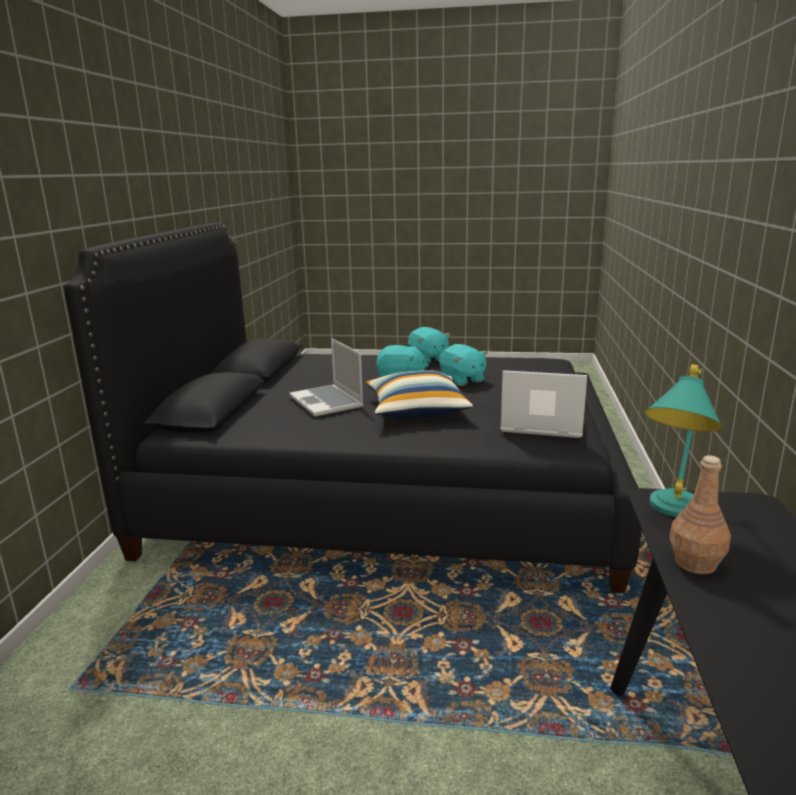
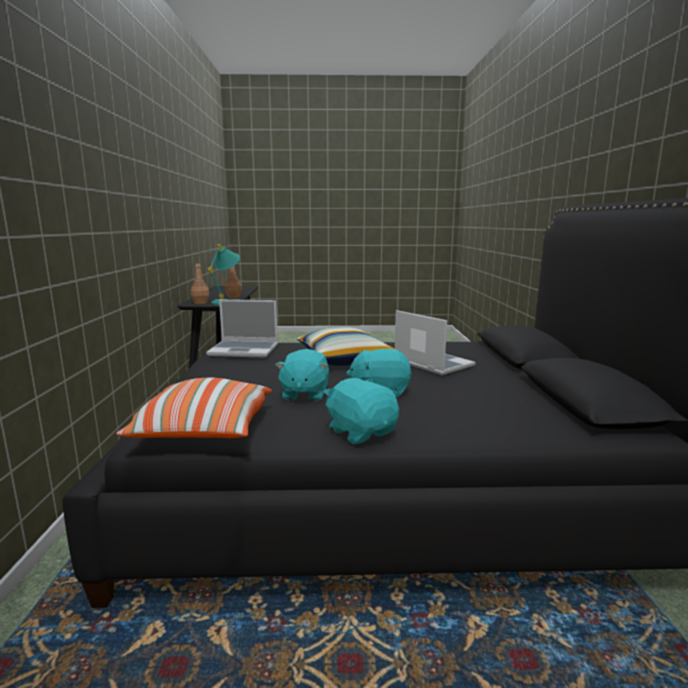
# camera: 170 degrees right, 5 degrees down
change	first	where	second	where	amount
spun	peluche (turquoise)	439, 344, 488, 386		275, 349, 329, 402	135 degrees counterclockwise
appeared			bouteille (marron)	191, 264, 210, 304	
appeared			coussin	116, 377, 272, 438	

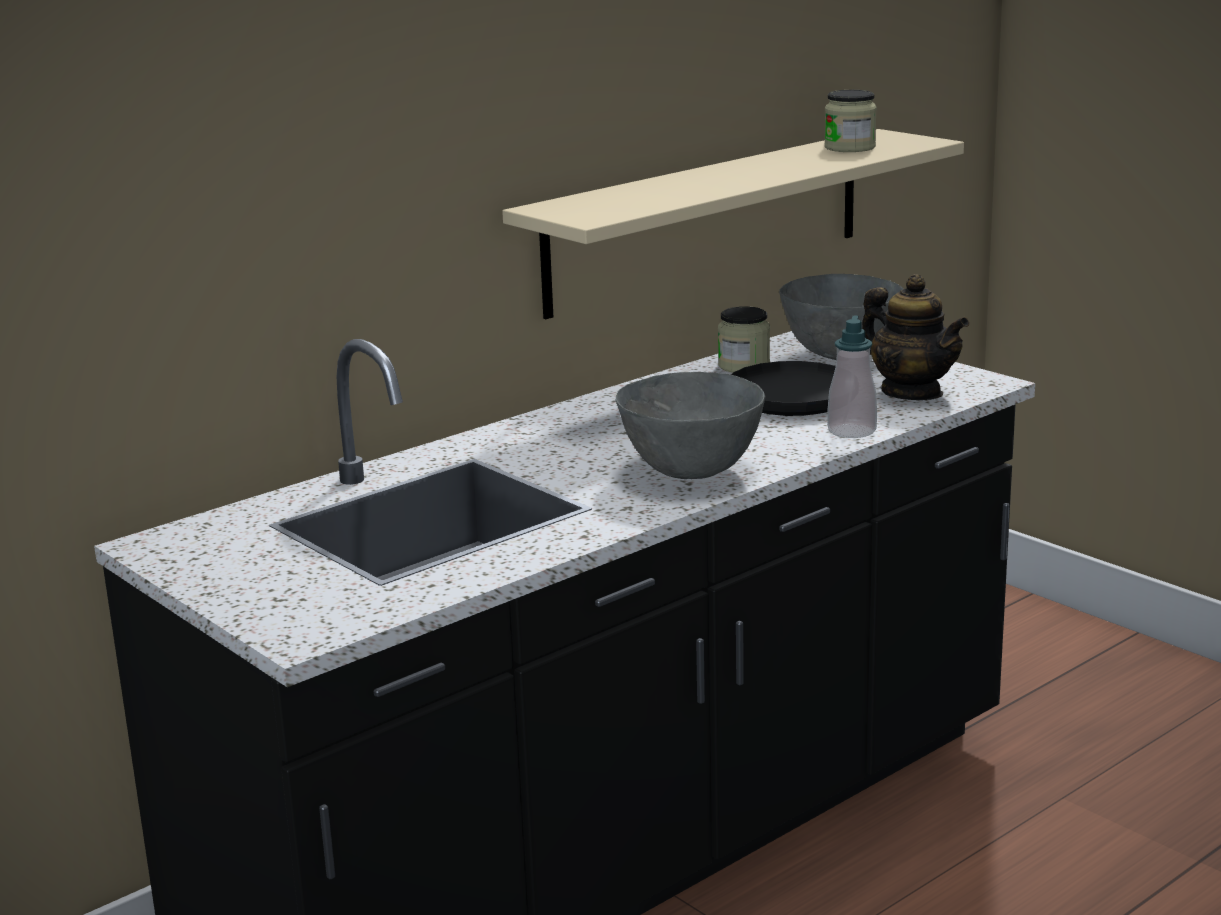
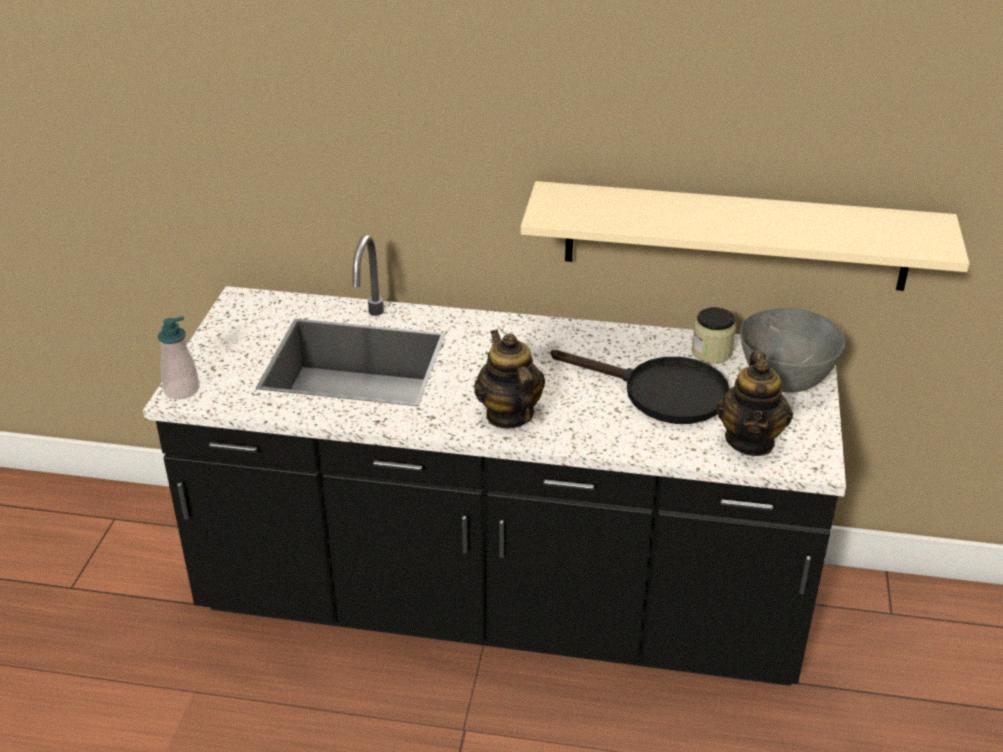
# camera: 50 degrees right, 15 degrees up
change	first	where	second	where	amount
missing	bocal	825, 90, 877, 152			
relocated	distributeur de savon	827, 316, 877, 438		158, 316, 200, 399	
exchanged	bol (gris)	616, 372, 766, 479	théière	474, 330, 545, 429	

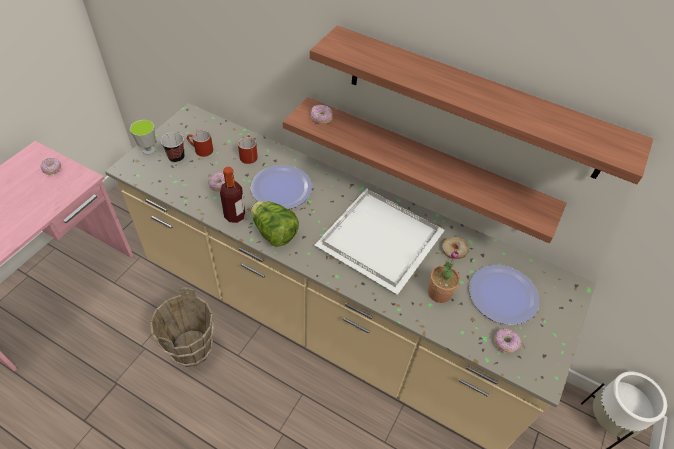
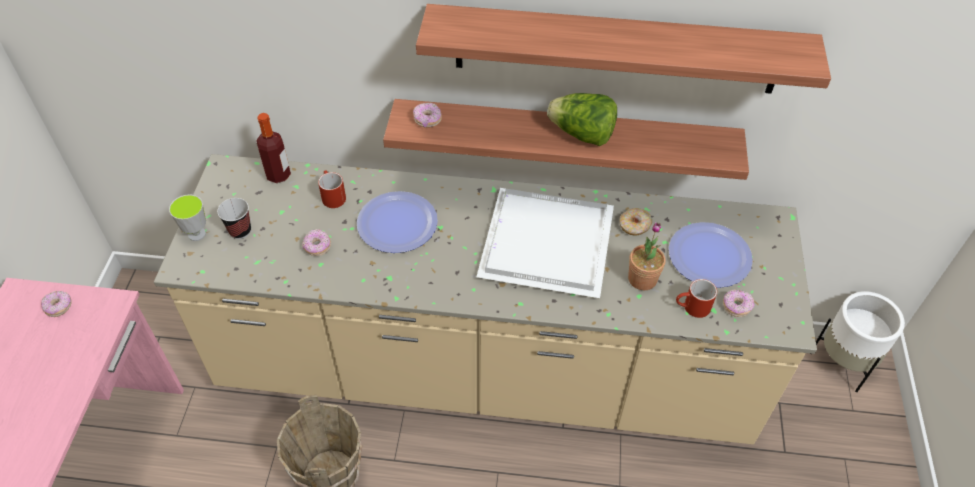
# camera: 20 degrees left, 0 degrees up
change	first	where	second	where	amount
relocated	mug (rouge)	187, 130, 213, 157		676, 279, 717, 318	
relocated	bouteille	220, 167, 245, 223		256, 113, 291, 183	
relocated	laitue	251, 201, 299, 247		547, 93, 617, 146	

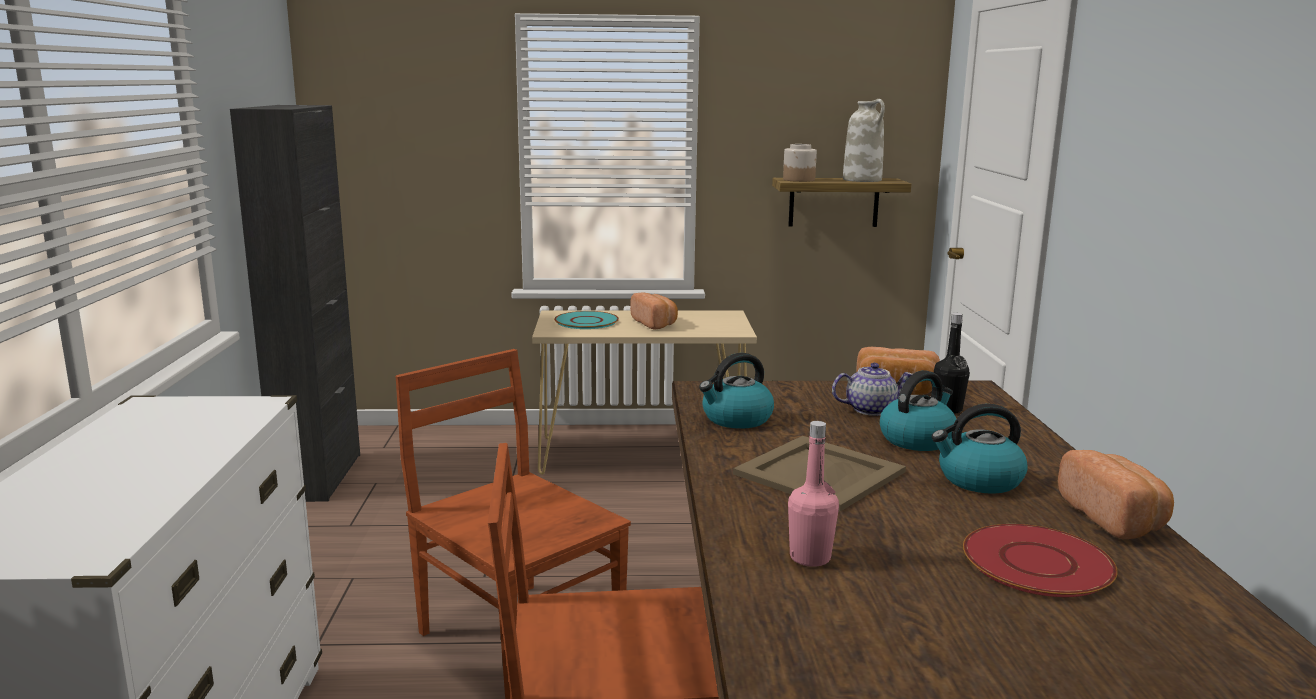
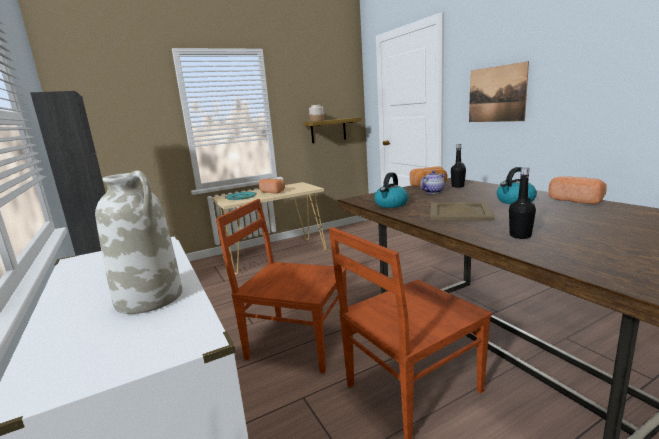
# camera: 25 degrees left, 0 degrees up
change	first	where	second	where	amount
relocated	vase (blanc)	843, 99, 885, 182		95, 170, 182, 314	
missing	bouilloire	880, 370, 956, 451			
colour	bouteille (rose)	788, 421, 839, 567	bouteille (noir)	509, 167, 536, 239	
missing	assiette (rouge)	963, 524, 1118, 597			
appeared			tableau	469, 61, 529, 122	

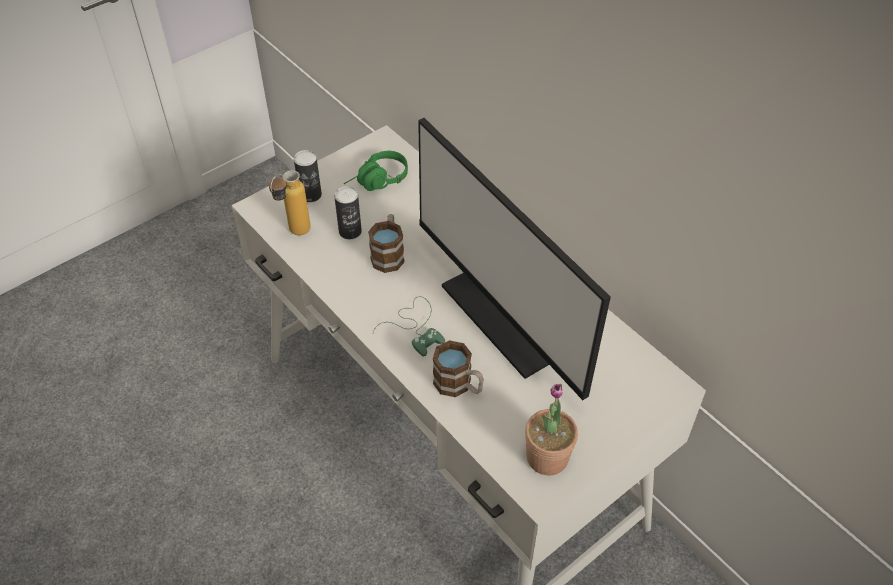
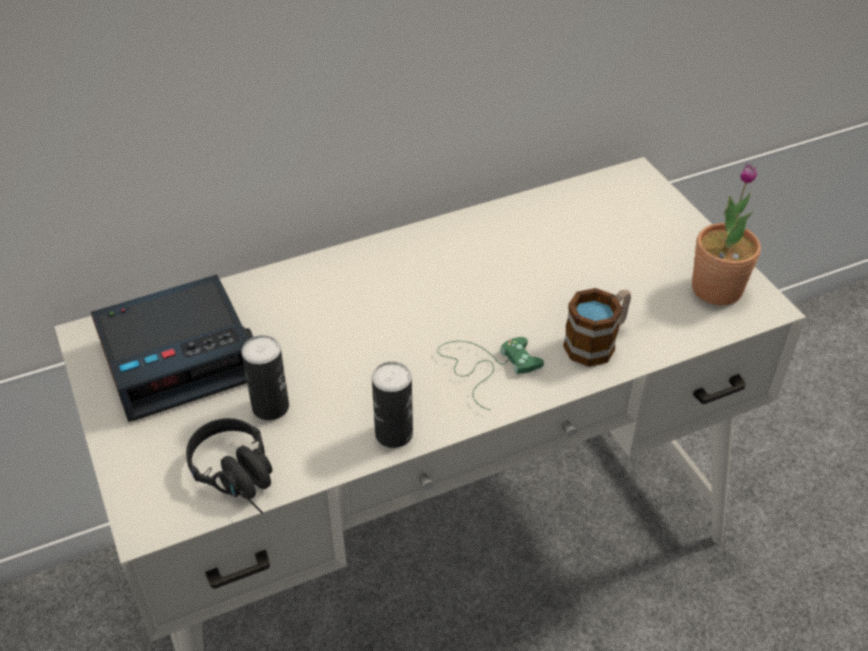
# camera: 75 degrees left, 5 degrees down
change	first	where	second	where	amount
missing	écran d'ordinateur	418, 118, 611, 400			
relocated	boîte métallique	294, 150, 322, 202		372, 362, 413, 448	
exchanged	casque audio (vert)	344, 151, 408, 191	réveil	91, 274, 253, 422	
exchanged	bouteille	269, 170, 311, 235	casque audio (noir)	186, 418, 272, 514	
missing	mug	368, 214, 405, 273			

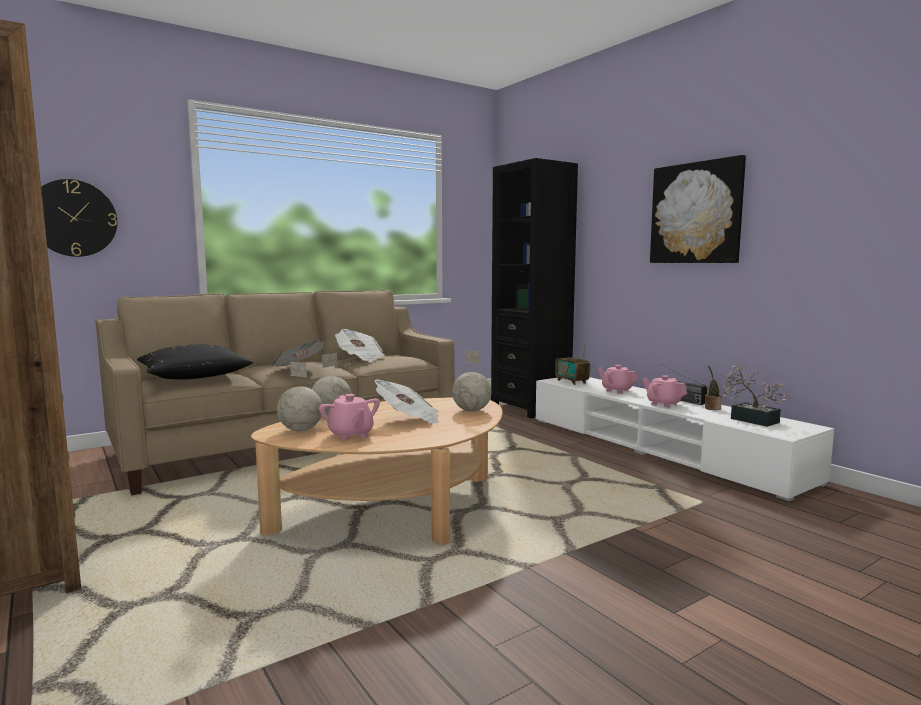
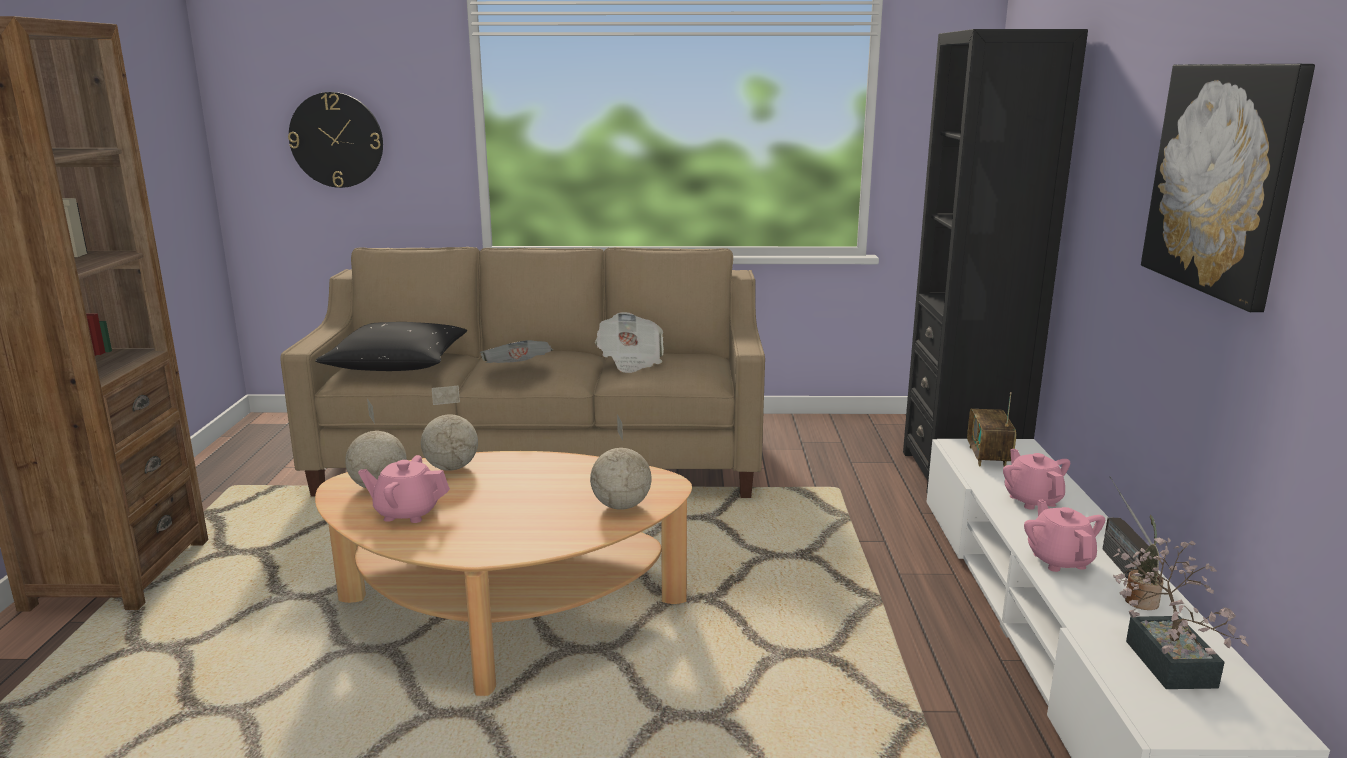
# camera: 35 degrees right, 10 degrees up
change	first	where	second	where	amount
missing	journal	375, 380, 439, 424			
spun	théière (rose)	319, 394, 380, 440		358, 455, 450, 523	90 degrees clockwise

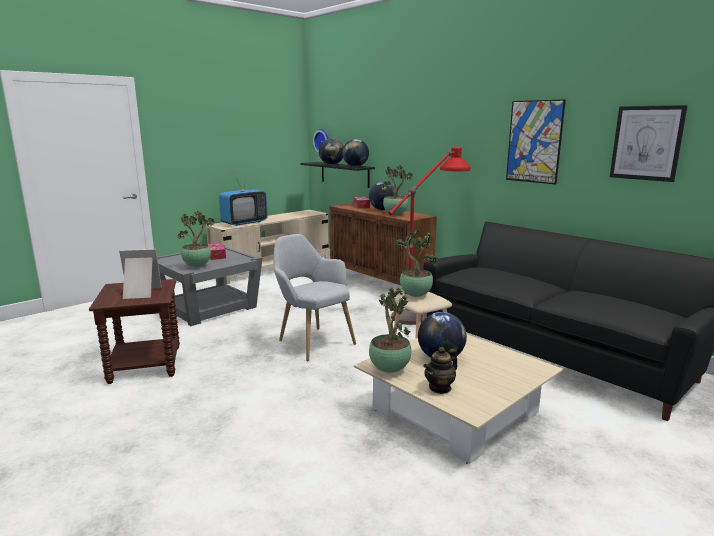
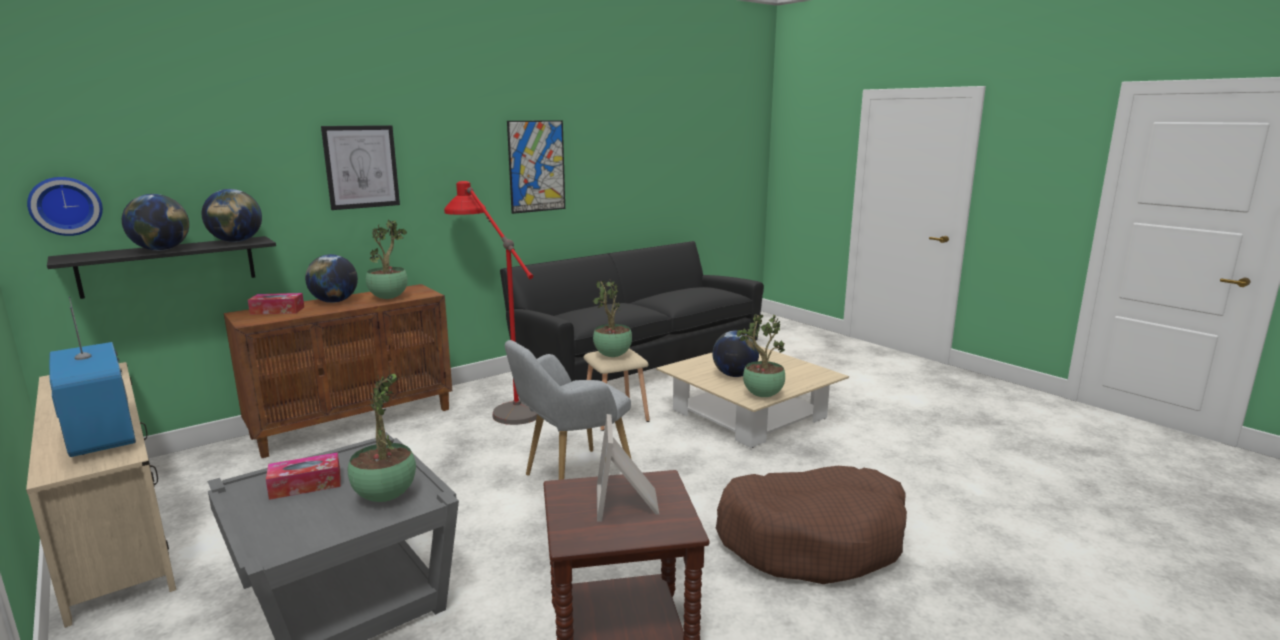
# camera: 85 degrees left, 0 degrees up
change	first	where	second	where	amount
relocated	tableau	610, 105, 688, 182		321, 125, 400, 210	
missing	théière	424, 347, 457, 394			
appeared			panier pour chien (marron)	716, 466, 907, 584	

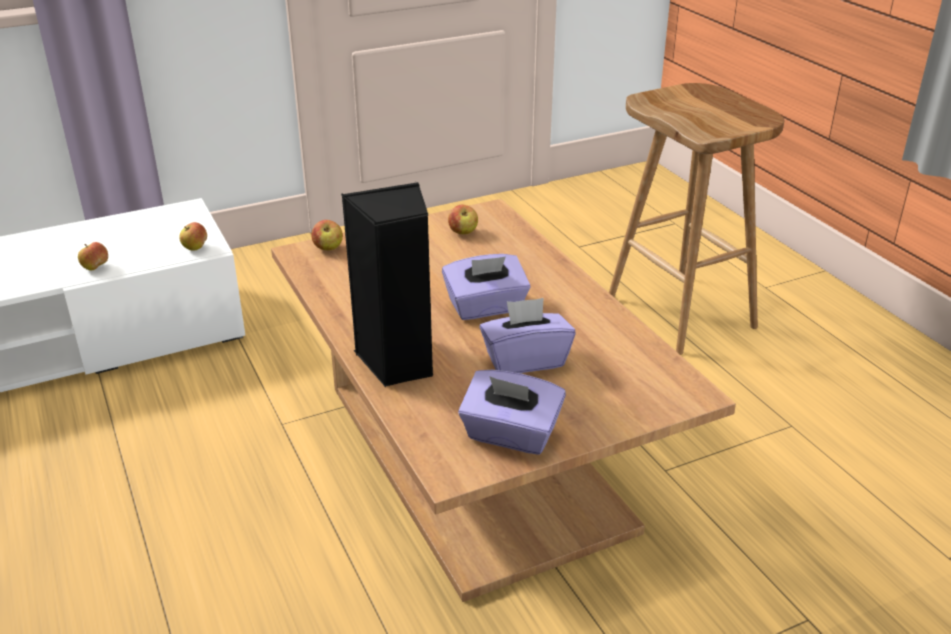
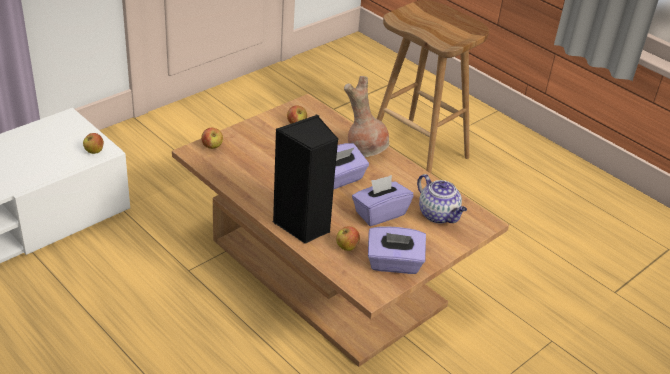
# camera: 20 degrees left, 5 degrees up
change	first	where	second	where	amount
relocated	pomme	78, 242, 108, 271		336, 226, 360, 251	
appeared			vase (marron)	344, 76, 390, 157	
appeared			théière	417, 174, 467, 223	

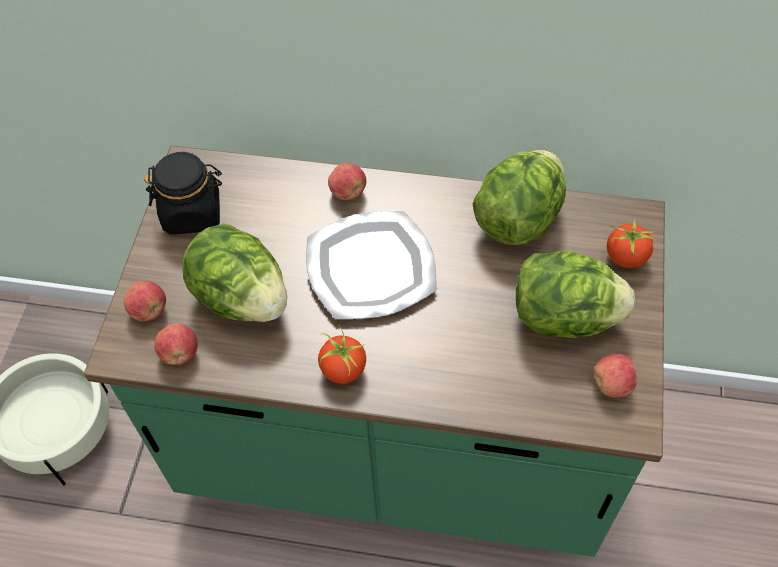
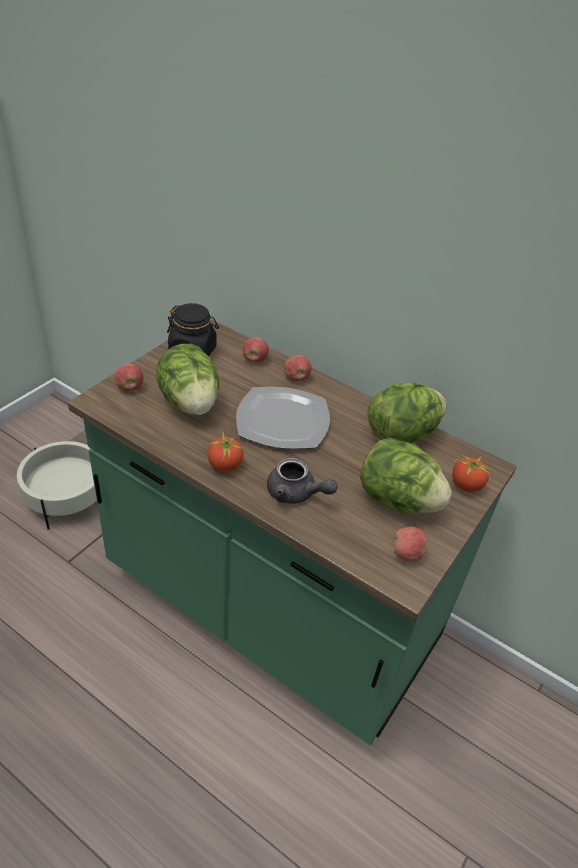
# camera: 20 degrees right, 15 degrees down
change	first	where	second	where	amount
relocated	pomme	154, 323, 198, 365		242, 337, 269, 363	
appeared			théière (gris)	267, 458, 338, 504	

